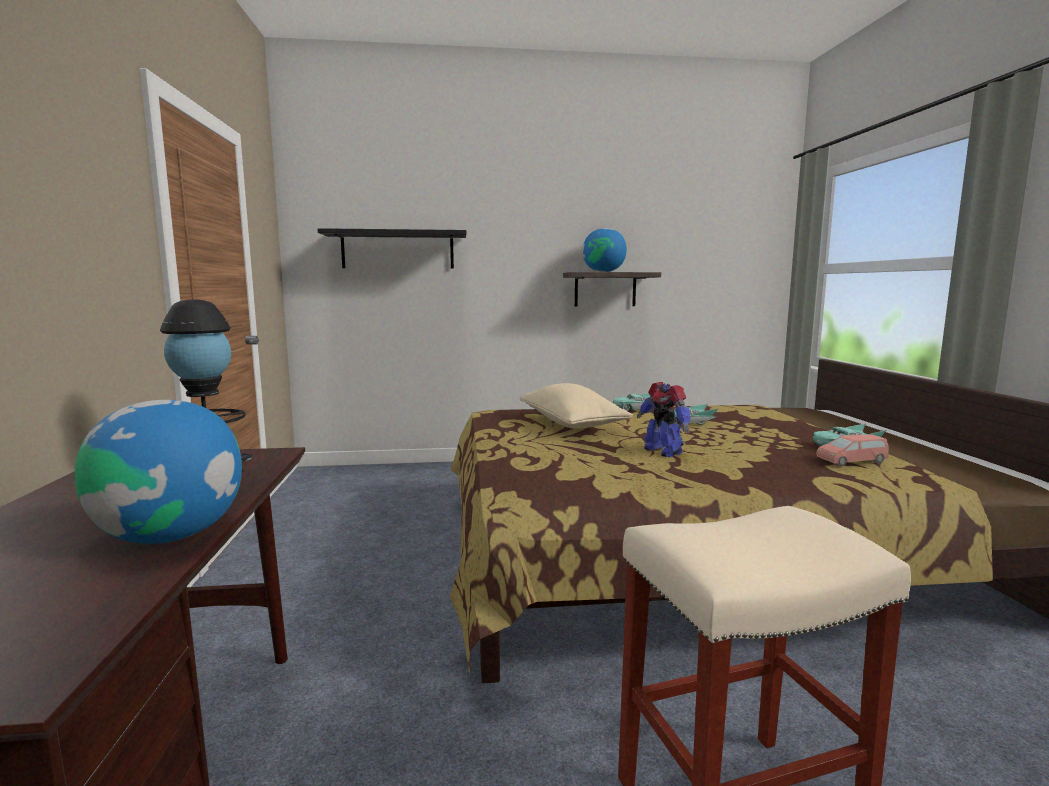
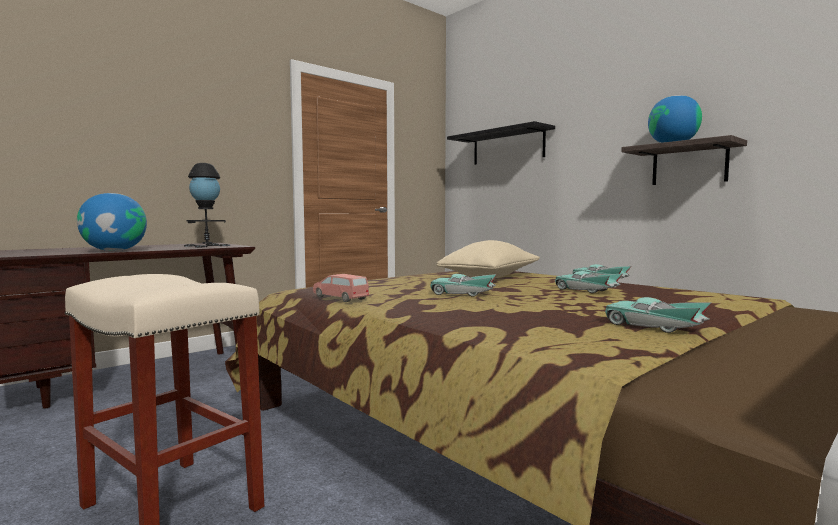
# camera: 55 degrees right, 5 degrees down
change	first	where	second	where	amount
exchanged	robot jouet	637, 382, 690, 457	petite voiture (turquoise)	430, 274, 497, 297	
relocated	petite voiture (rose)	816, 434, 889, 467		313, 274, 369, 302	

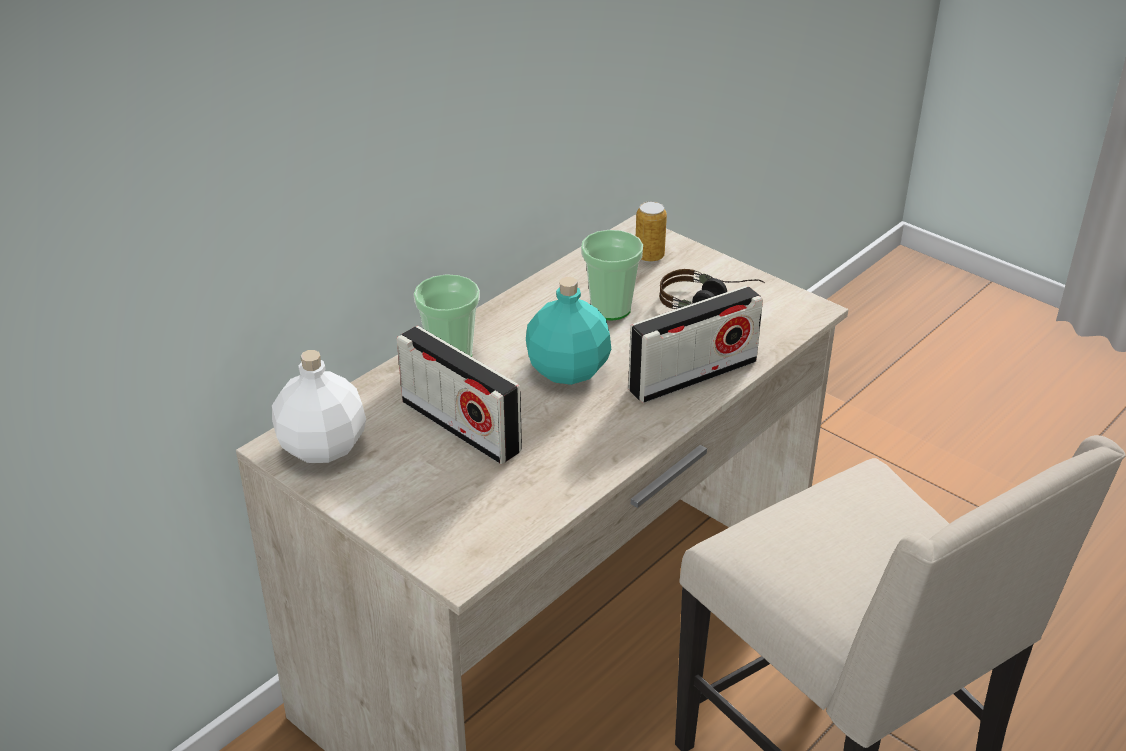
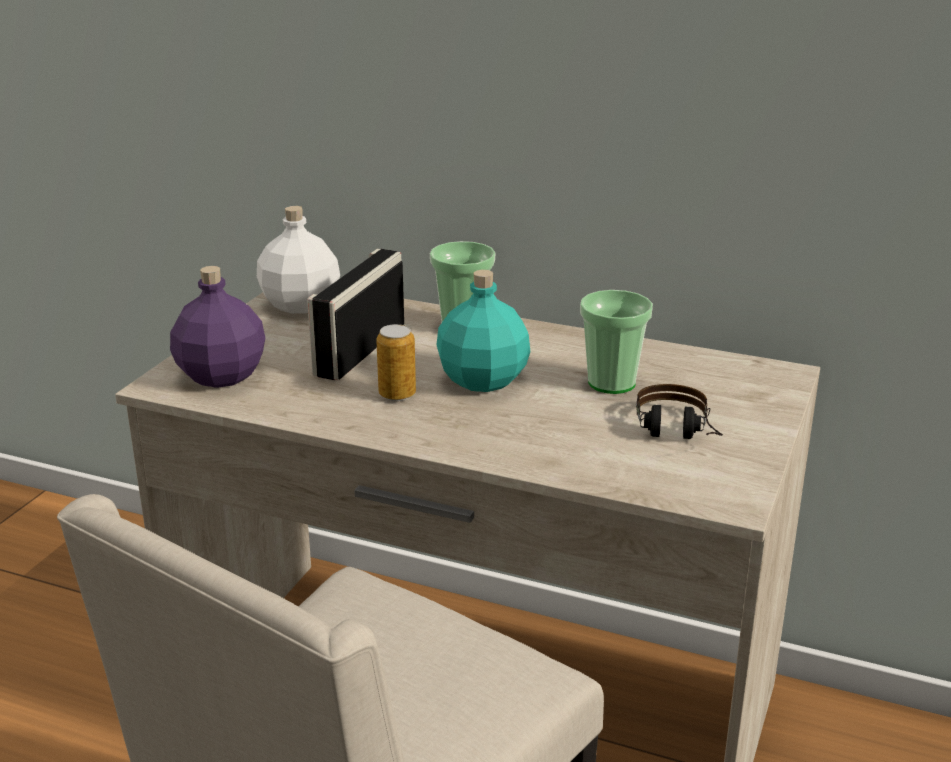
# camera: 70 degrees right, 10 degrees down
change	first	where	second	where	amount
relocated	boîte métallique	636, 201, 667, 262		376, 324, 416, 401	
missing	radio	628, 286, 763, 403			
appeared			bouteille (violet)	170, 266, 265, 388	

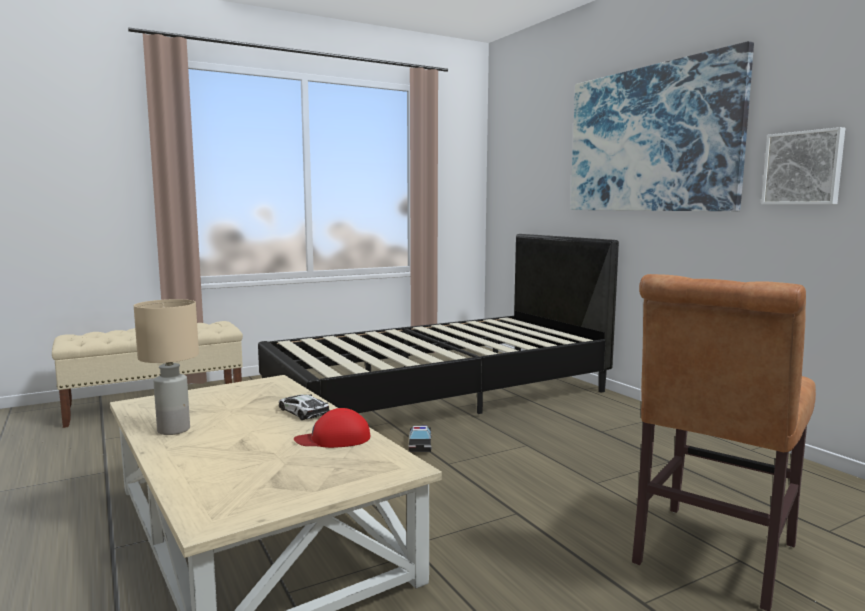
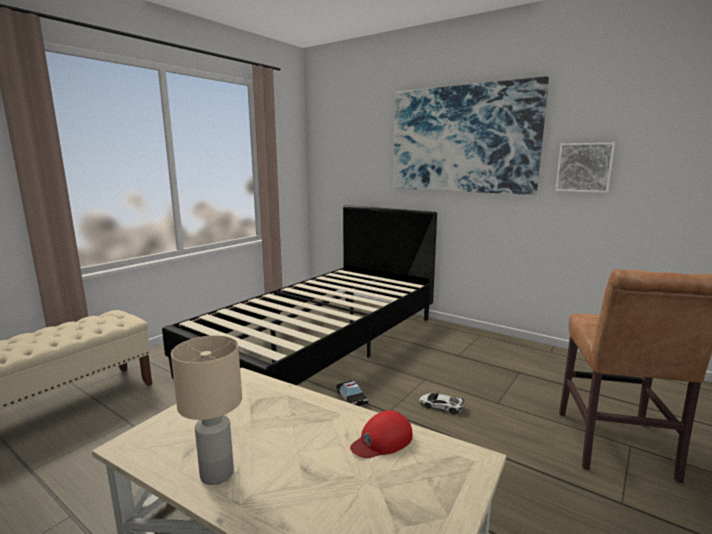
# camera: 25 degrees left, 5 degrees up
change	first	where	second	where	amount
relocated	petite voiture	279, 394, 330, 420		419, 393, 464, 414	

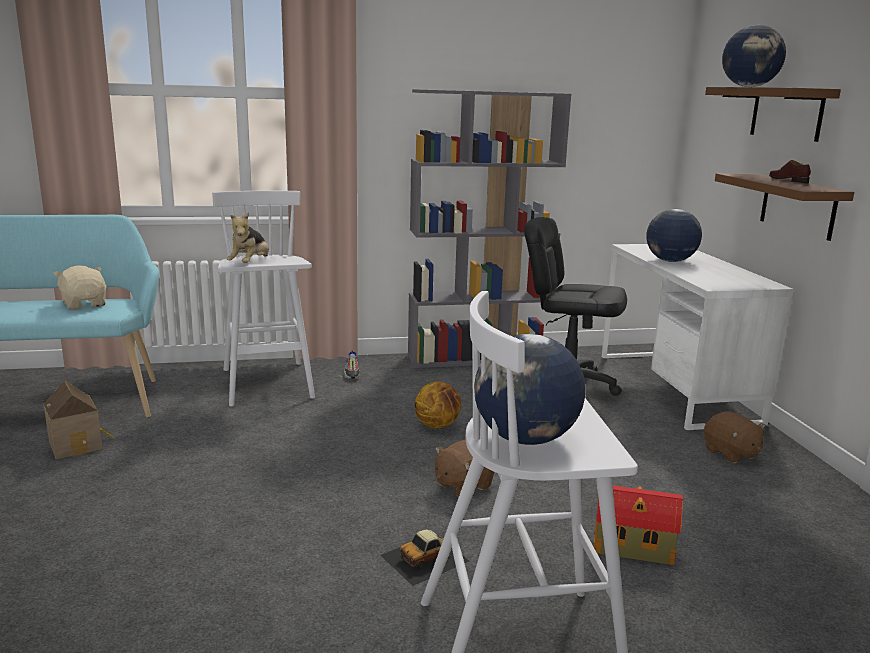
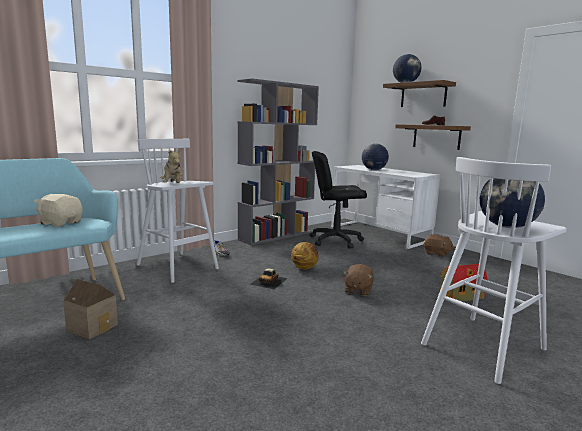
# camera: 30 degrees left, 5 degrees down
change	first	where	second	where	amount
relocated	petite voiture	380, 529, 470, 586		250, 268, 288, 289	

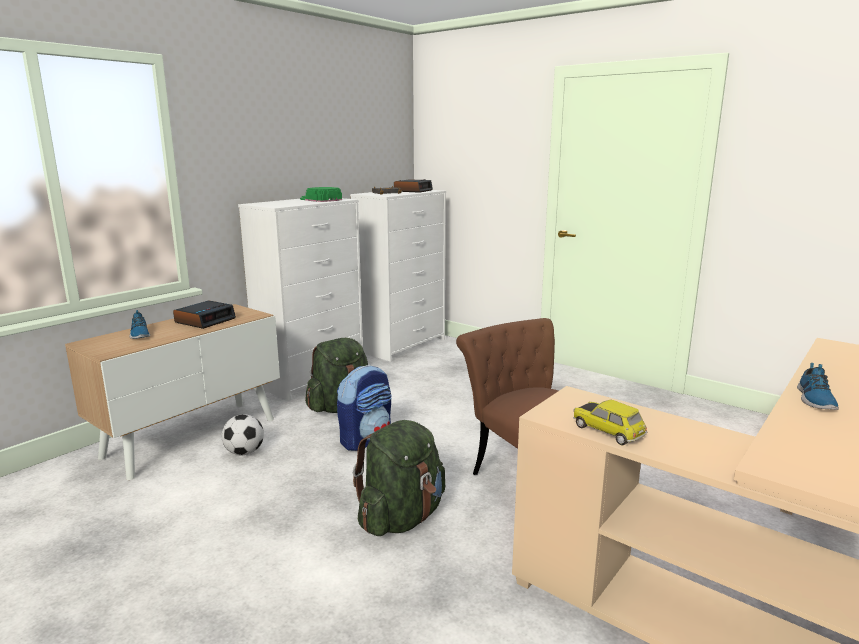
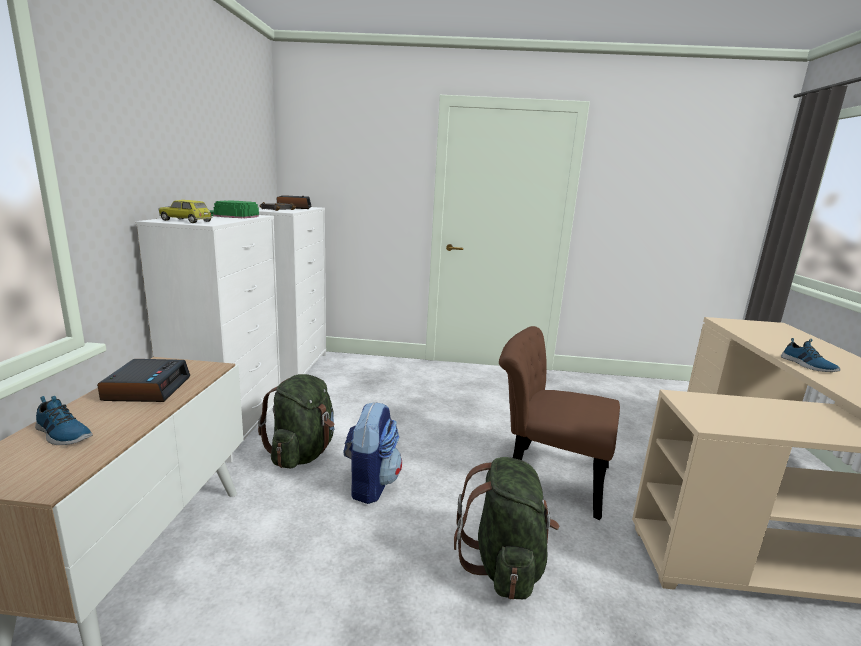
# camera: 35 degrees left, 0 degrees up
change	first	where	second	where	amount
relocated	petite voiture	573, 400, 647, 445		158, 200, 213, 223	
missing	ballon de foot	222, 414, 264, 455			

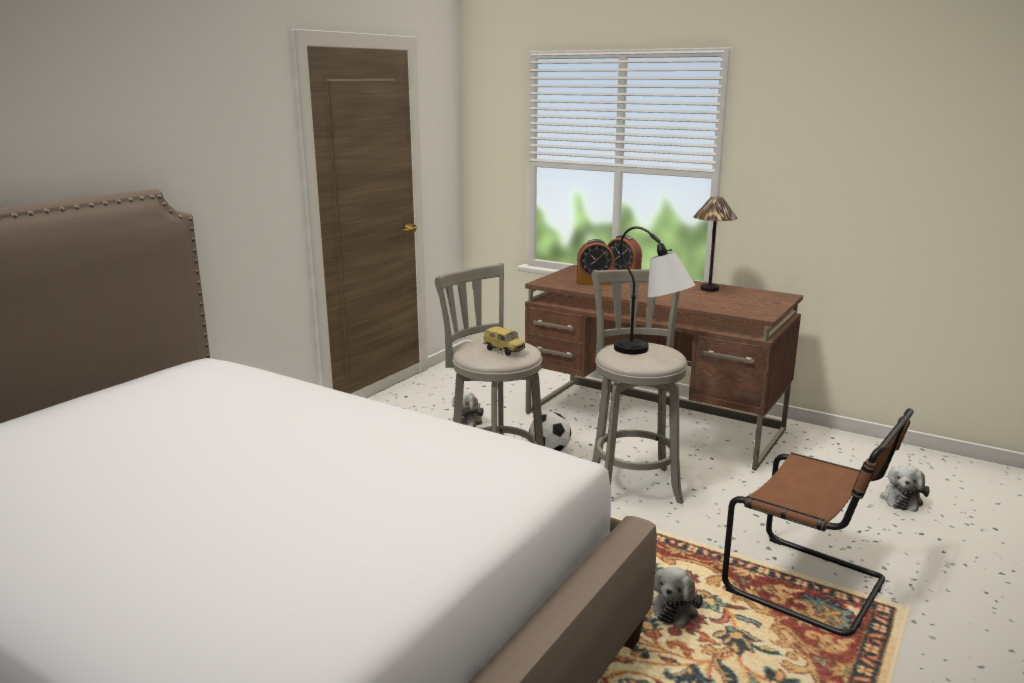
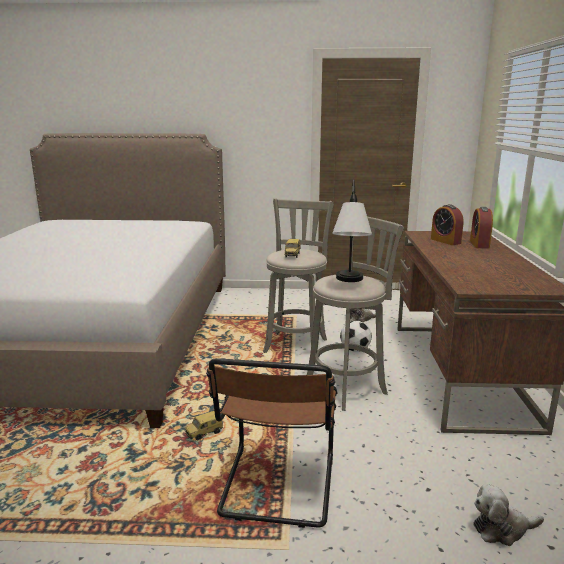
# camera: 60 degrees right, 0 degrees up
change	first	where	second	where	amount
missing	lampe de table	693, 197, 738, 292			
exchanged	peluche	652, 567, 703, 627	petite voiture	185, 411, 224, 440	

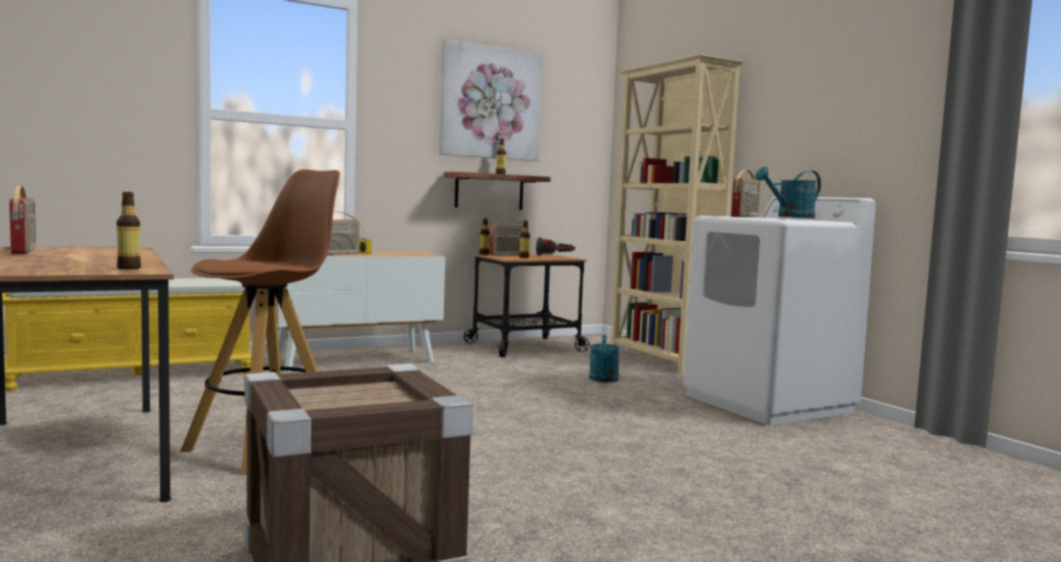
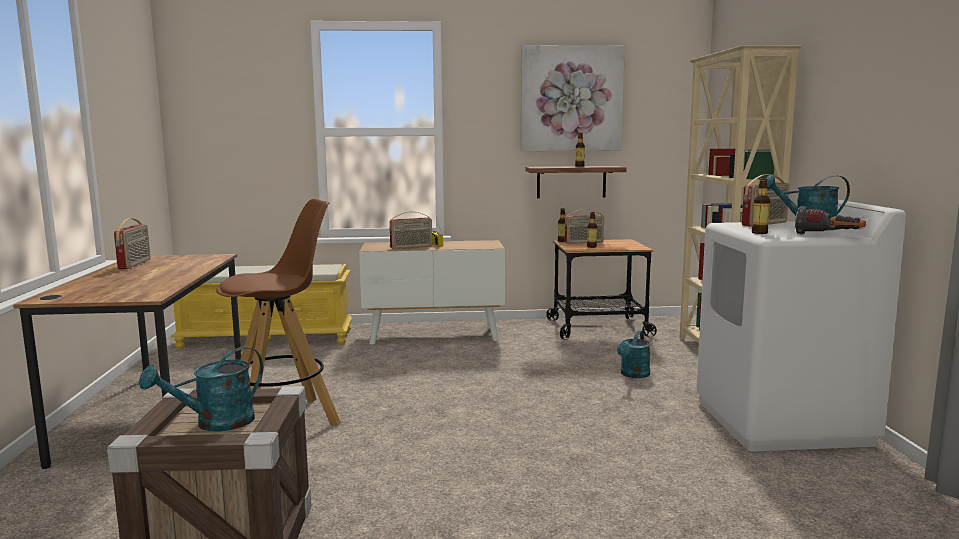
# camera: 25 degrees right, 5 degrees up
change	first	where	second	where	amount
relocated	bouteille	117, 192, 141, 269		752, 178, 770, 234	
relocated	lampe de poche	536, 238, 575, 256		795, 206, 866, 235	
appeared			arrosoir (turquoise)	139, 346, 263, 431	

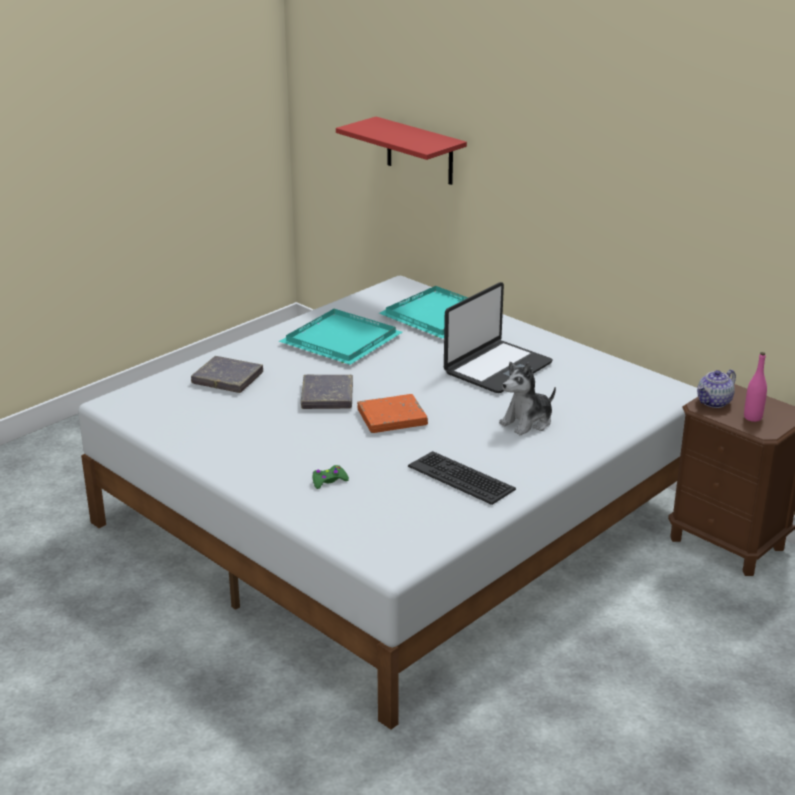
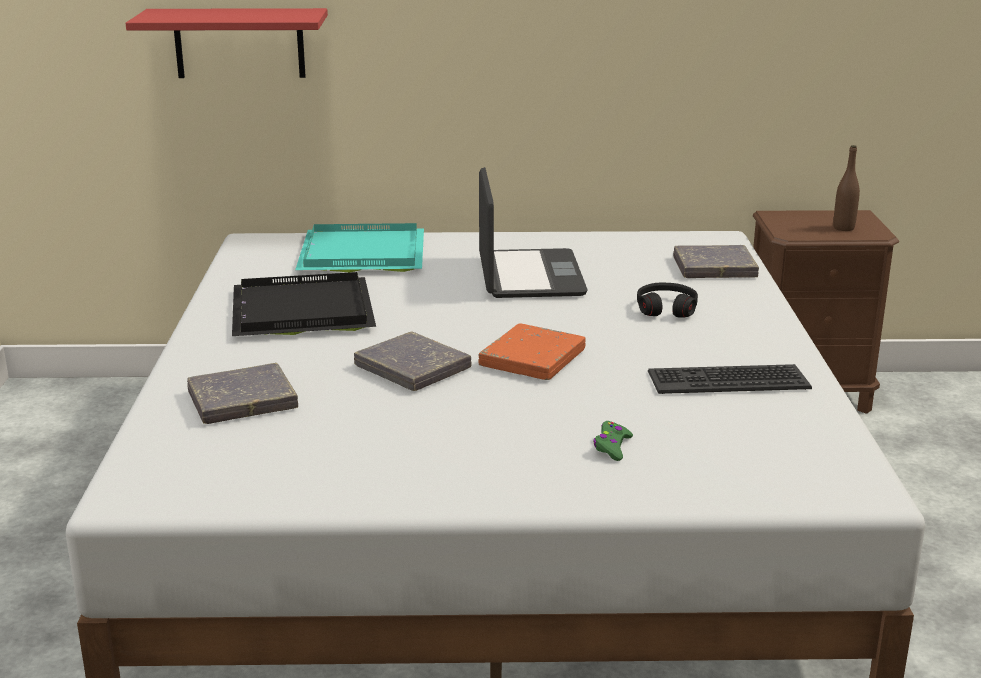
# camera: 45 degrees left, 5 degrees down
change	first	where	second	where	amount
colour	plateau (turquoise)	279, 309, 402, 365	plateau (noir)	232, 272, 376, 336	
colour	bouteille (rose)	744, 352, 767, 422	bouteille (marron)	833, 145, 860, 231	
exchanged	peluche	499, 362, 556, 435	casque audio (noir)	637, 283, 698, 318	
missing	théière	697, 369, 736, 408			
appeared			livre (gris)	673, 245, 759, 278	

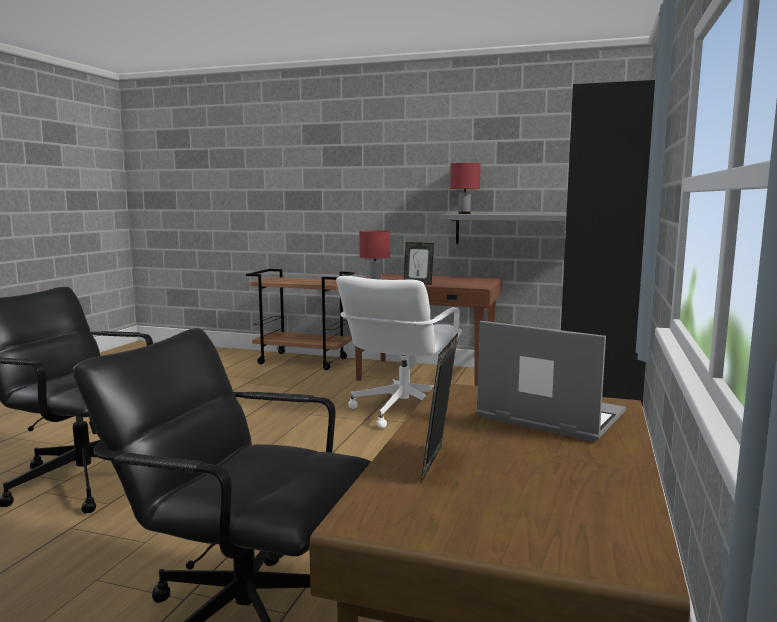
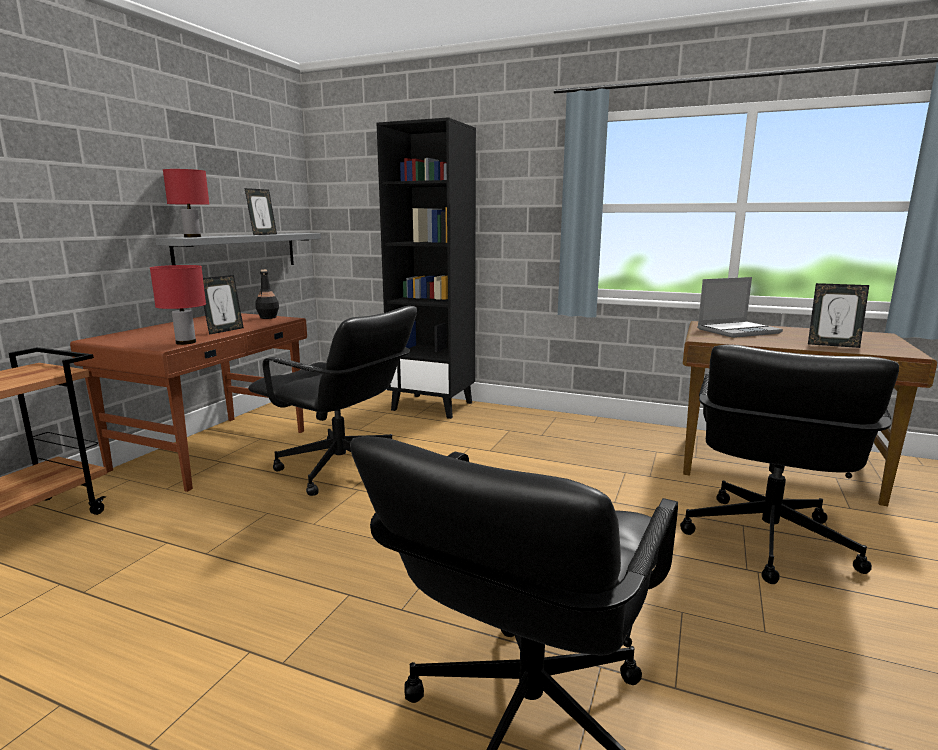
# camera: 85 degrees left, 5 degrees up
change	first	where	second	where	amount
colour	chaise de bureau (blanc)	336, 276, 462, 428	chaise de bureau (noir)	248, 306, 417, 496	
spun	ordinateur portable	476, 321, 626, 442		697, 277, 783, 338	150 degrees counterclockwise
appeared			cadre photo	244, 188, 277, 235	
appeared			bouteille (noir)	255, 270, 279, 319	

